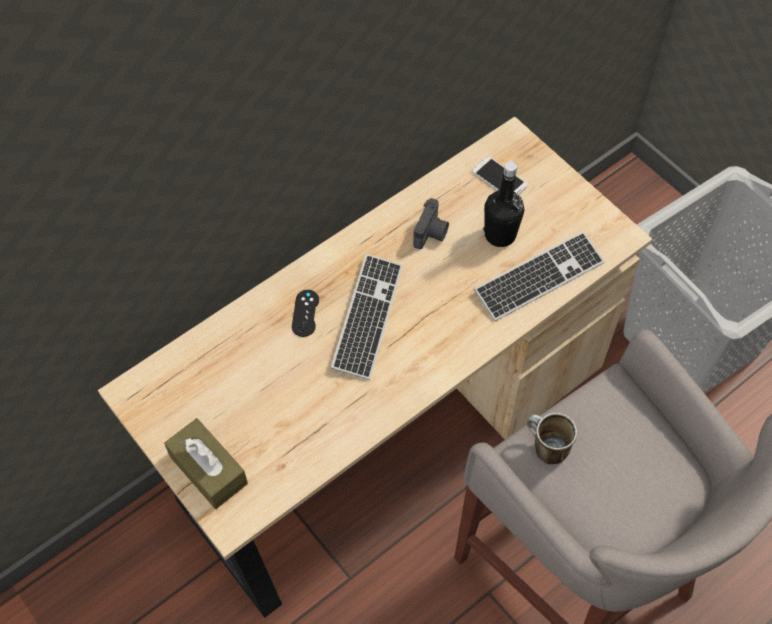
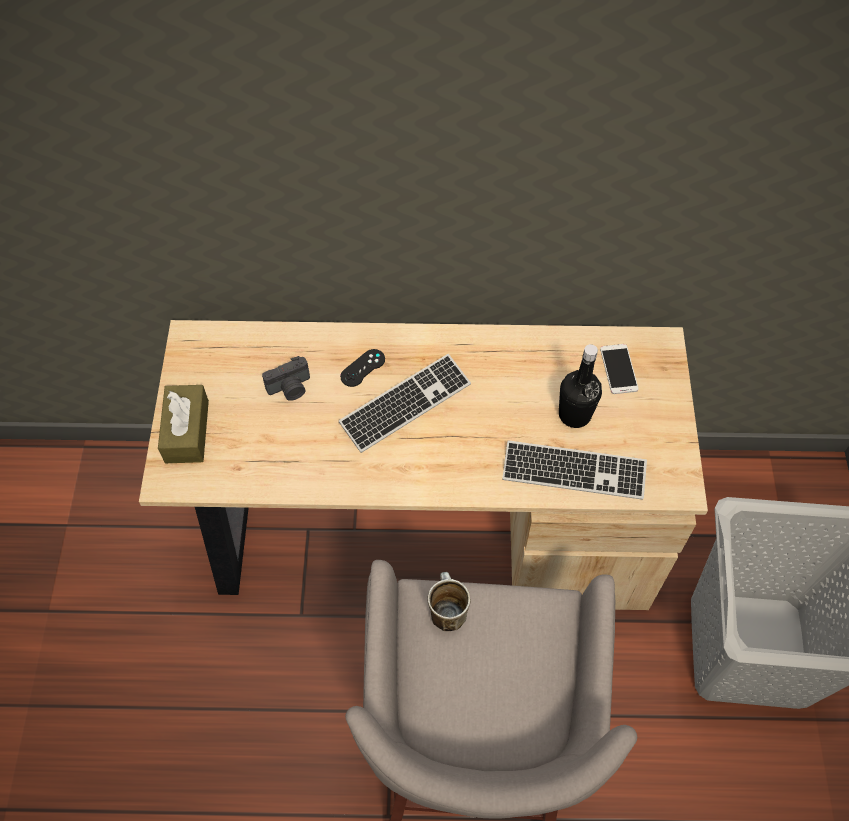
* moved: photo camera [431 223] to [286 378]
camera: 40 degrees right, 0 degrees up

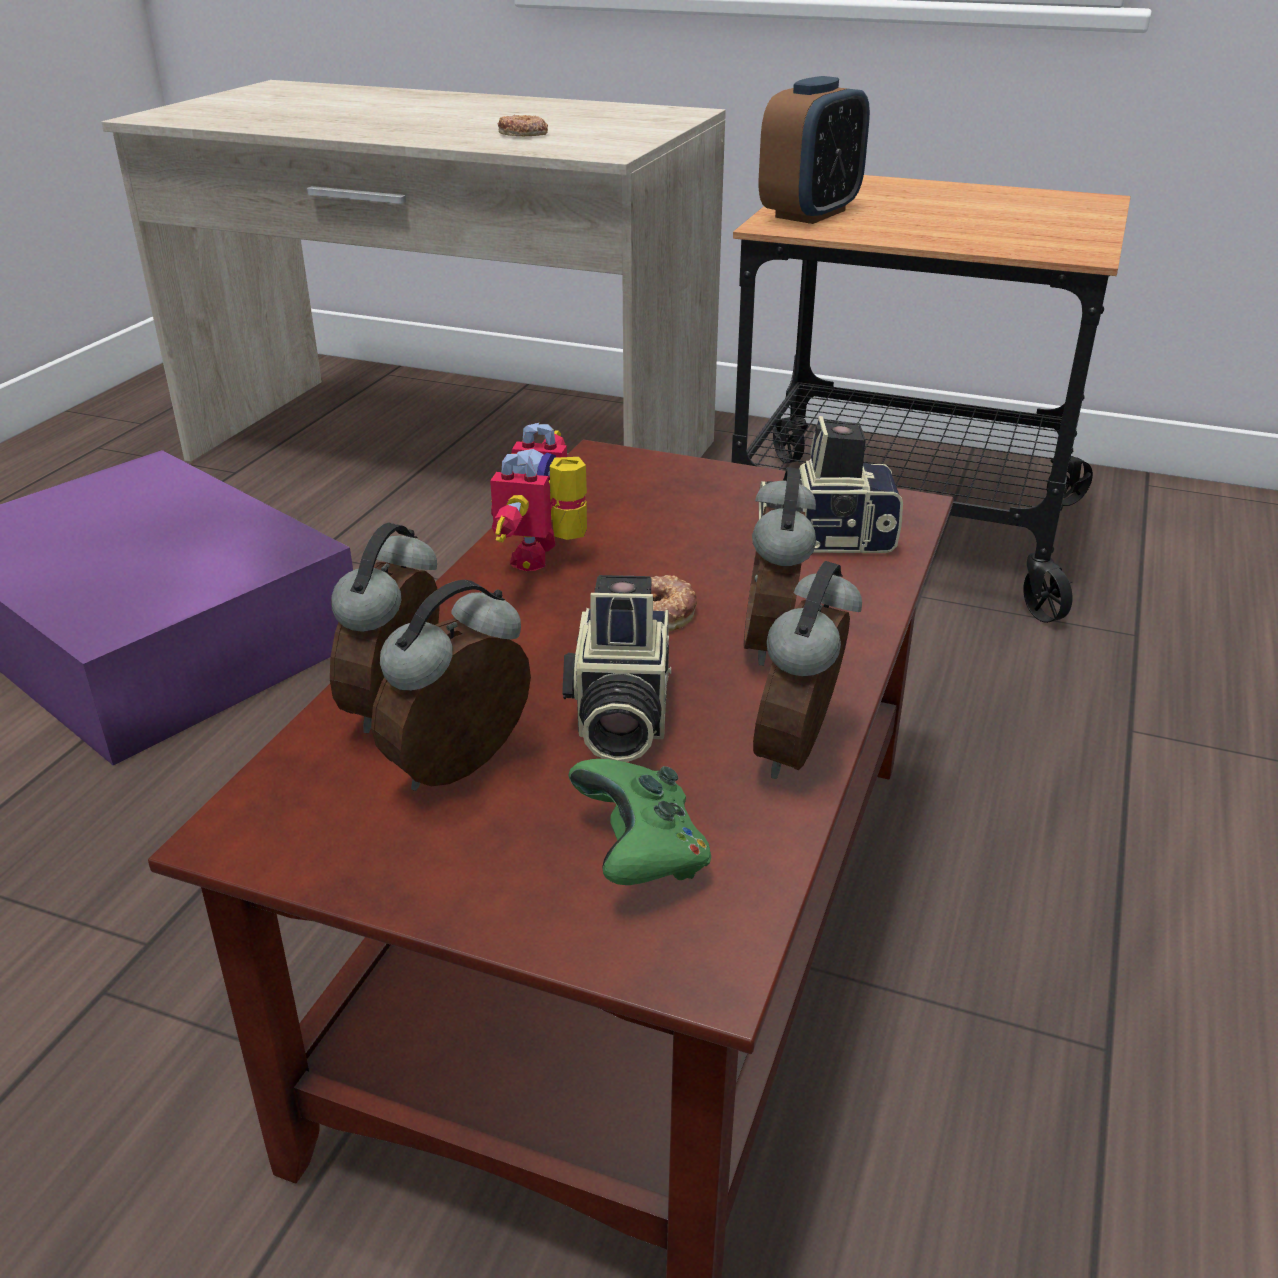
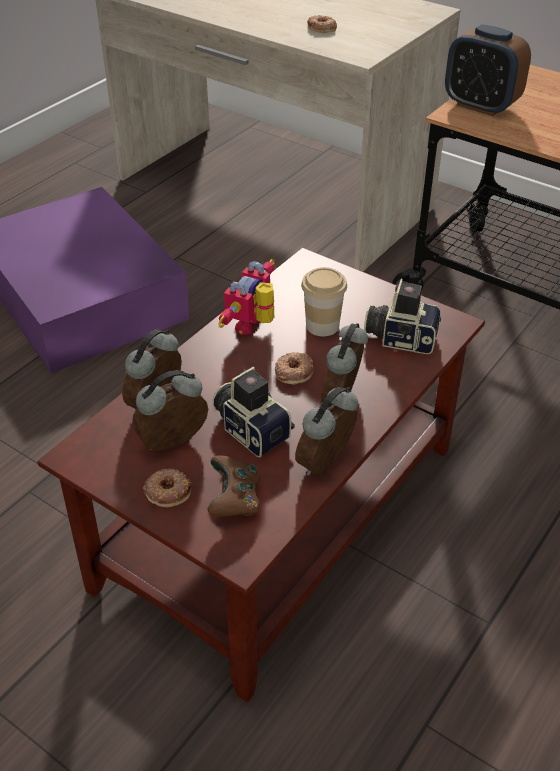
* turned: table clock [814 150] = [488 70] 75 degrees clockwise
* turned: photo camera [616 668] = [253 412] 120 degrees clockwise
* recoloured: joypad (green-coloured) [639 822] to joypad (brown) [233 486]
* added: small cup [324 301]
* added: doughnut [167 487]
camera: 15 degrees right, 10 degrees up

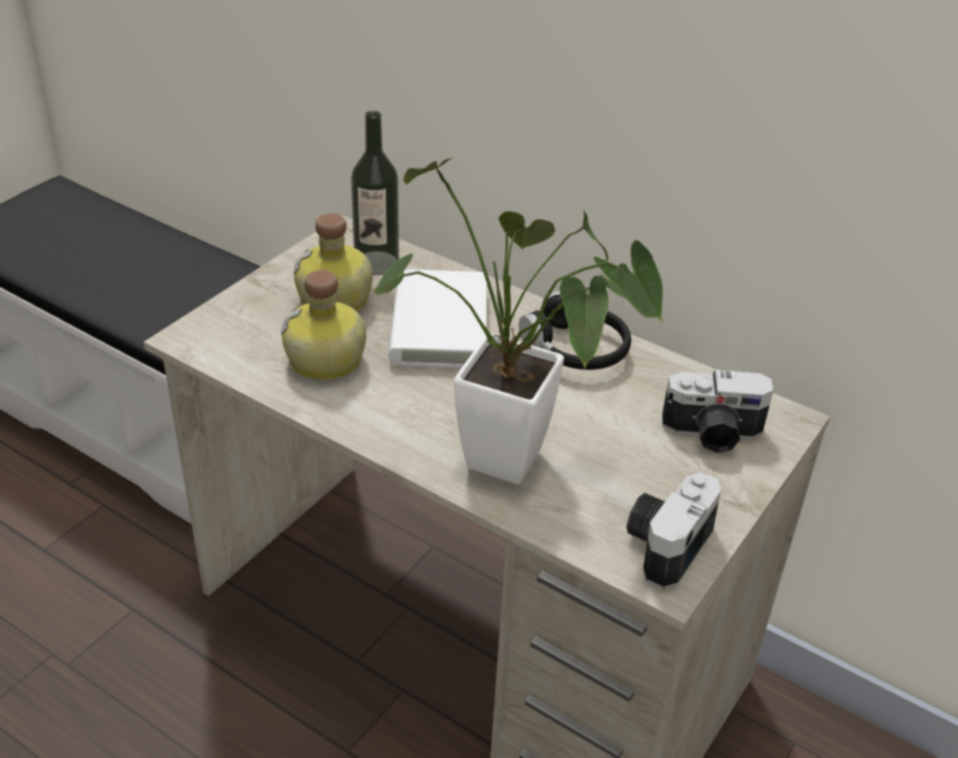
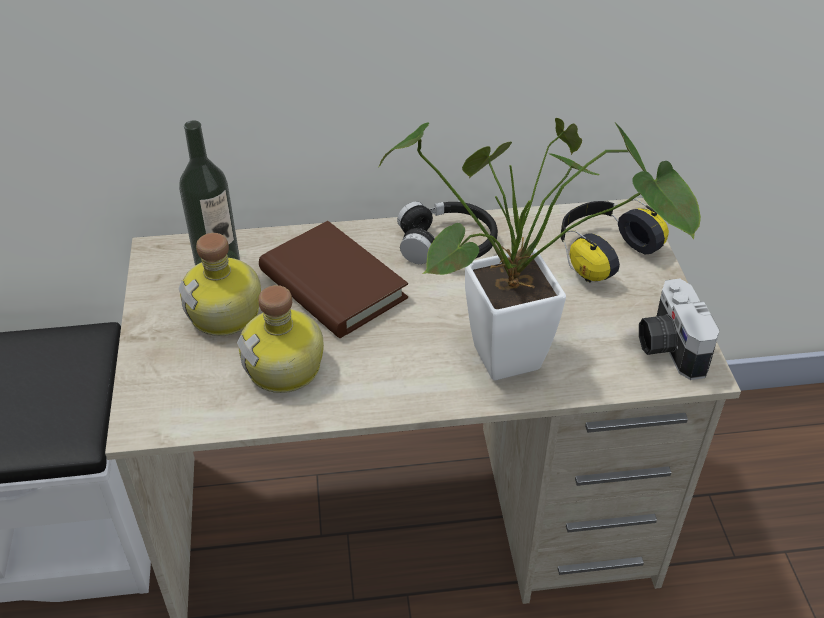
* recoloured: book (whitish) [437 318] to book (brown) [333 279]
* replaced: photo camera [718 411] to pair of headphones [615 241]
camera: 40 degrees left, 5 degrees up

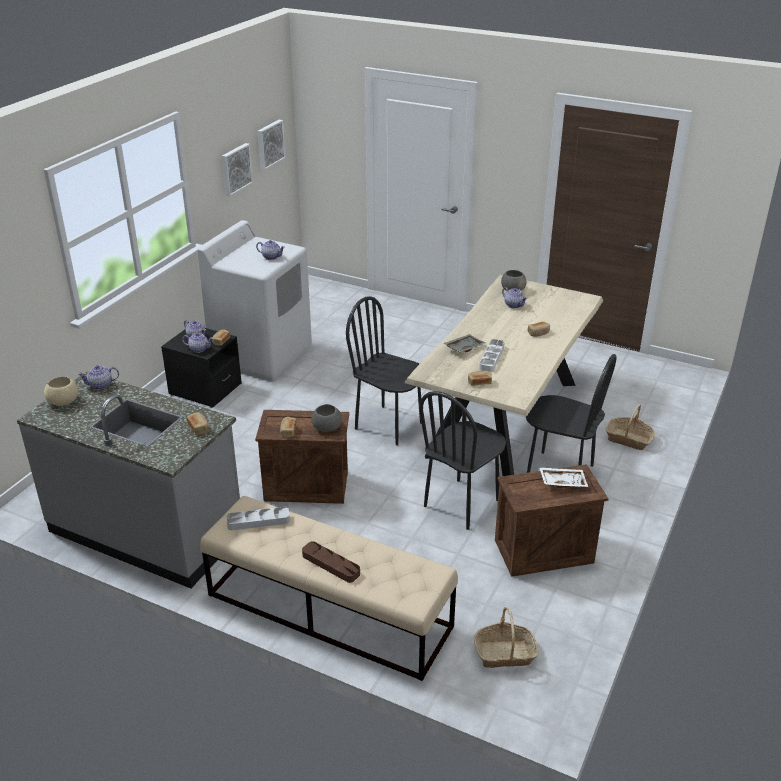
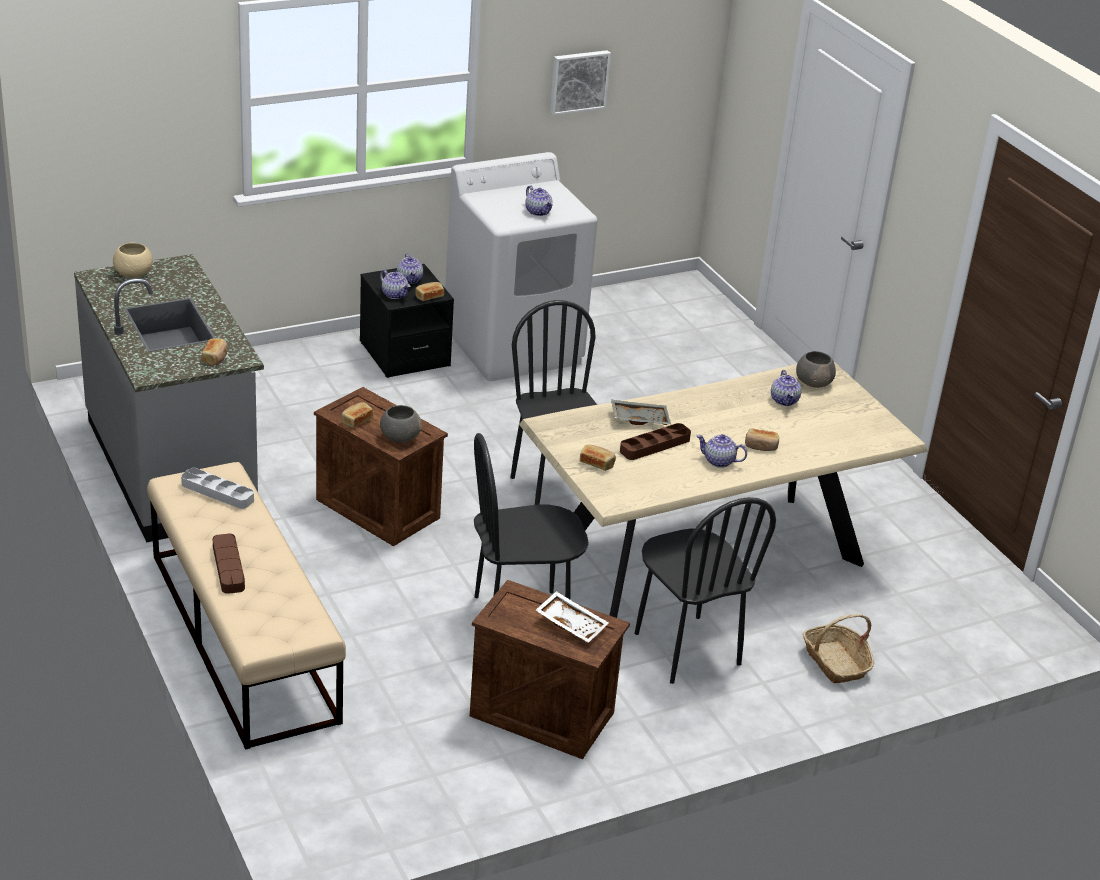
* removed: wall art [272 145]
* recoloured: carrying tray (whitish) [492 355] to carrying tray (brown) [655 441]
* moved: tea pot [98 377] to [722 451]
* removed: storage basket [506 637]
camera: 35 degrees right, 0 degrees up

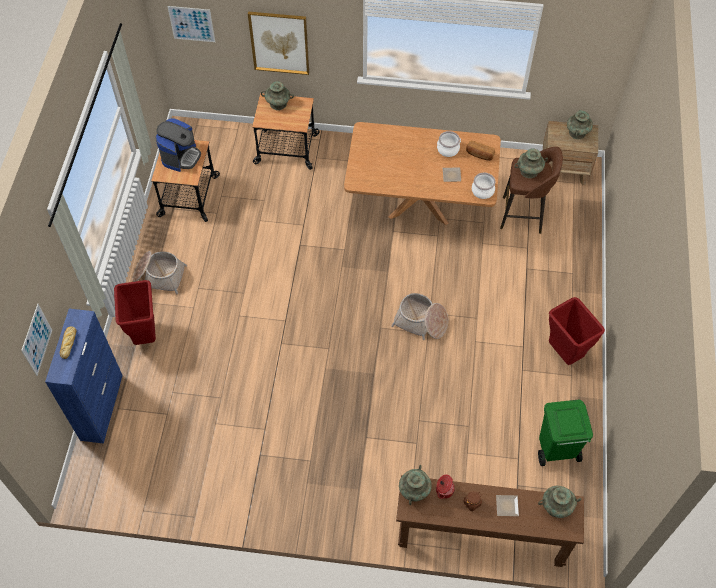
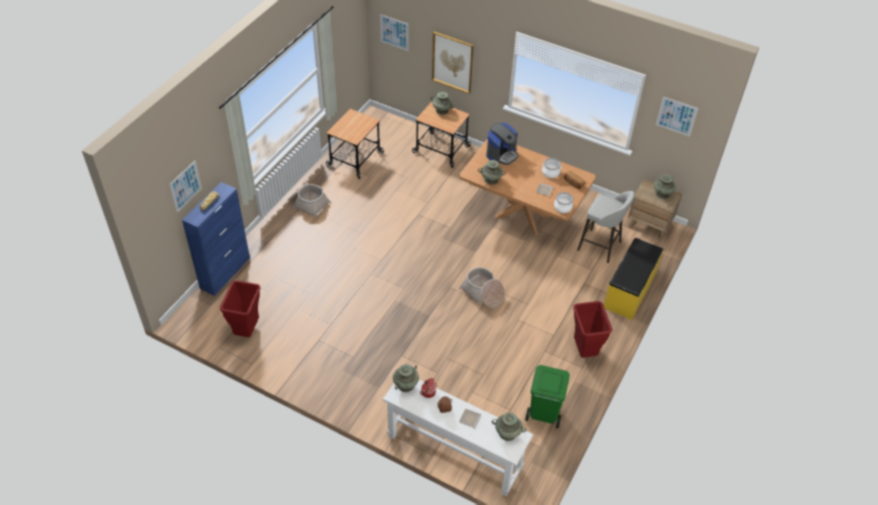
* moved: coffee maker [178 145] to [502 144]
* recoloured: stool (brown) [531 190] to stool (grey) [605 227]
* moved: decorative vase (turquoise) [531 163] to [492 172]
* moved: trash can (red-coloured) [135 312] to [240 308]
* recoloured: hall table (brown) [490 521] to hall table (whitish) [458 438]
* added: wall art [677 117]
* added: indoor bench (yellow) [633 279]
camera: 20 degrees right, 10 degrees down

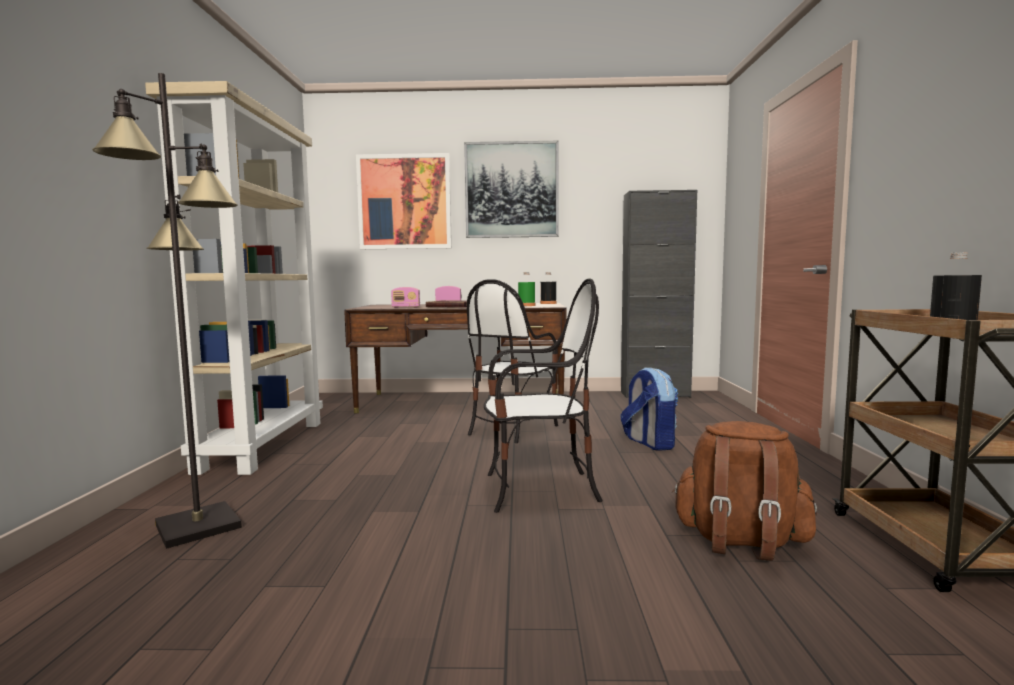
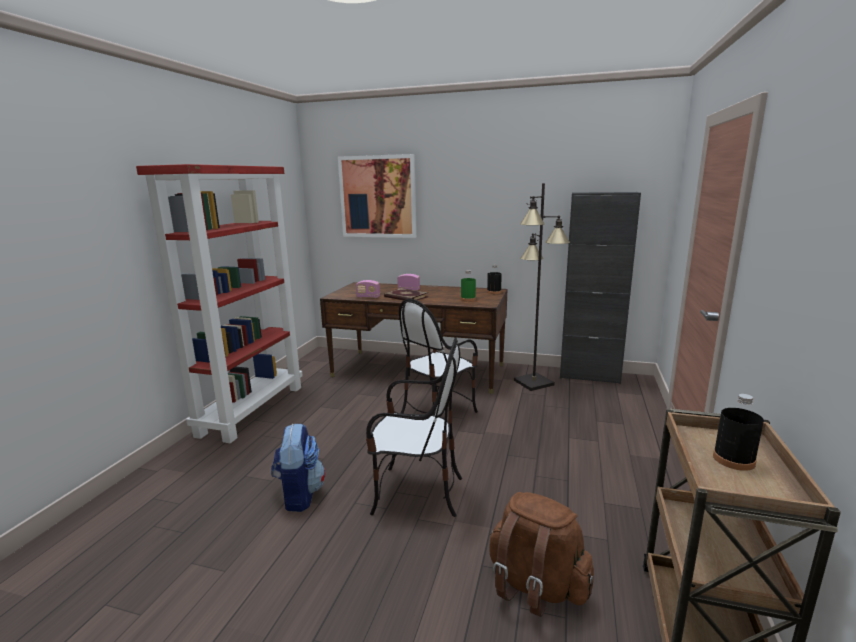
* moved: standard lamp (blackish) [167 311] to [542 287]
* recoloured: bookcase (beige-coloured) [234 278] to bookcase (red-coloured) [219 303]
* removed: wall art [511 189]
* moved: knapsack [649 409] to [298 468]
camera: 15 degrees right, 10 degrees up

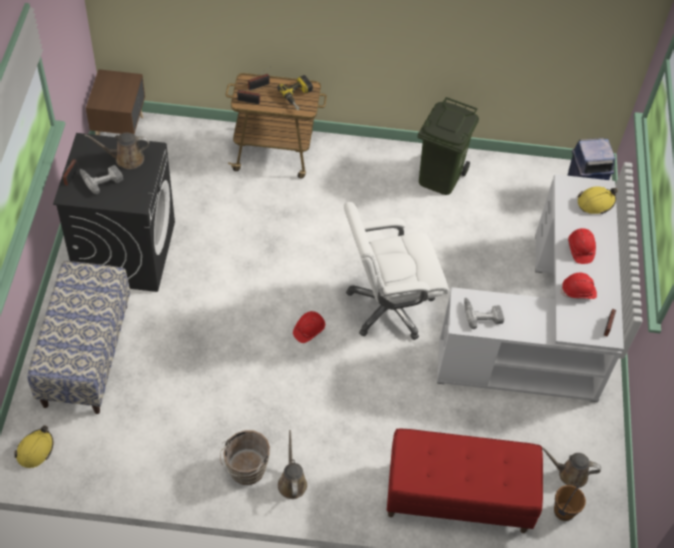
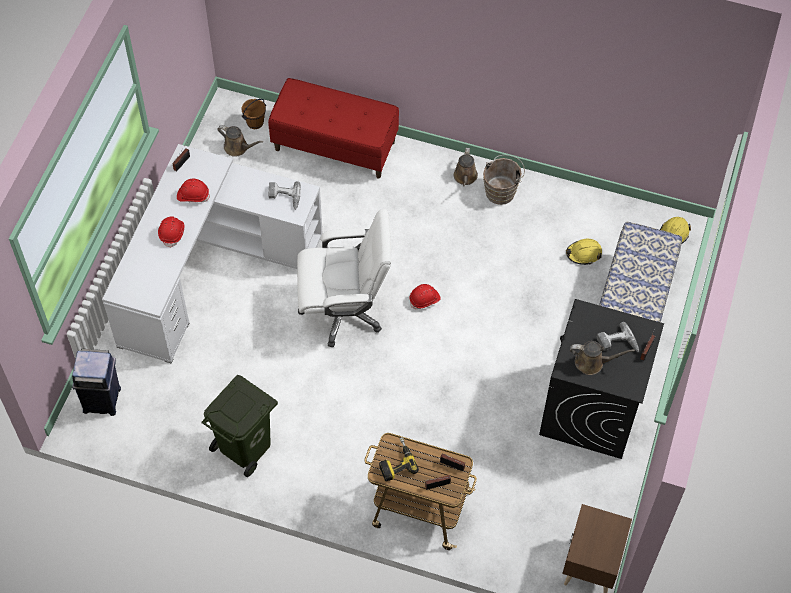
* moved: hard hat (yellow) [597 200] to [584 252]
camera: 165 degrees left, 5 degrees up

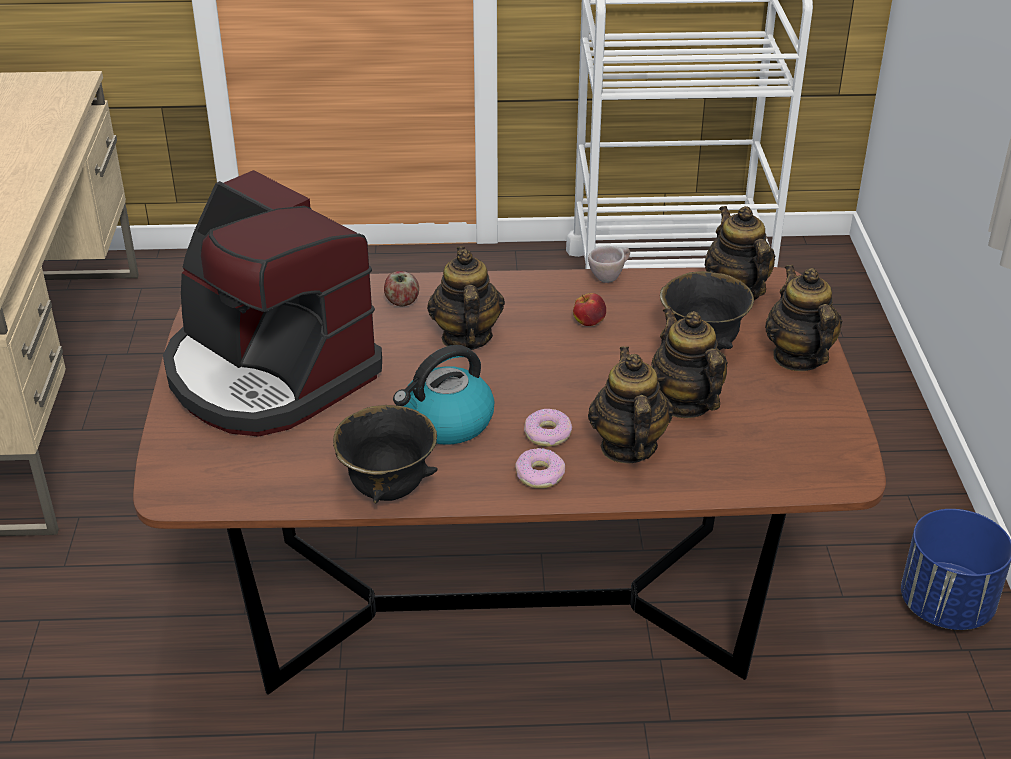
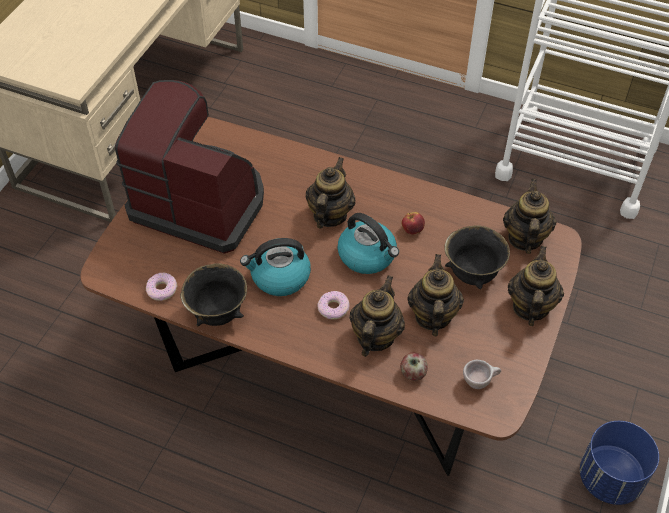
* turned: coffee maker [272 303] = [189 166] 135 degrees clockwise
* moved: small cup (beige-coloured) [609 264] to [482 374]
* moved: apple [401 288] to [414 366]
* moved: doughnut [540 468] to [162 287]
* added: tea kettle [368 243]
camera: 25 degrees right, 15 degrees up

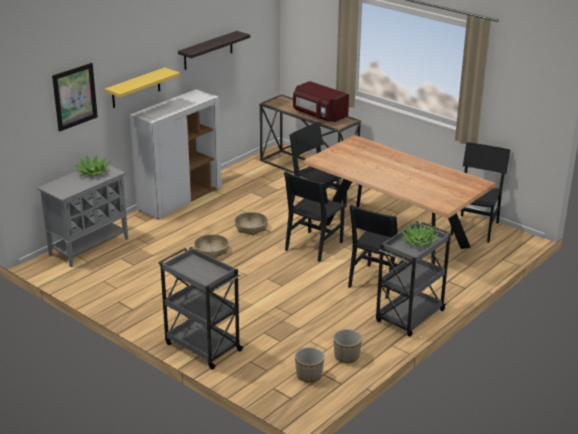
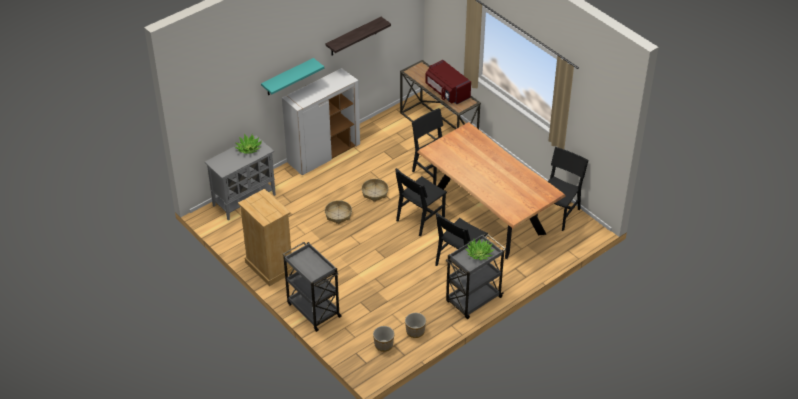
* removed: wall art [75 97]
* recoloured: bracket shelf (yellow) [142 87] to bracket shelf (turquoise) [292 76]
* added: chest of drawers (beige-coloured) [266 237]
camera: 10 degrees right, 15 degrees up

